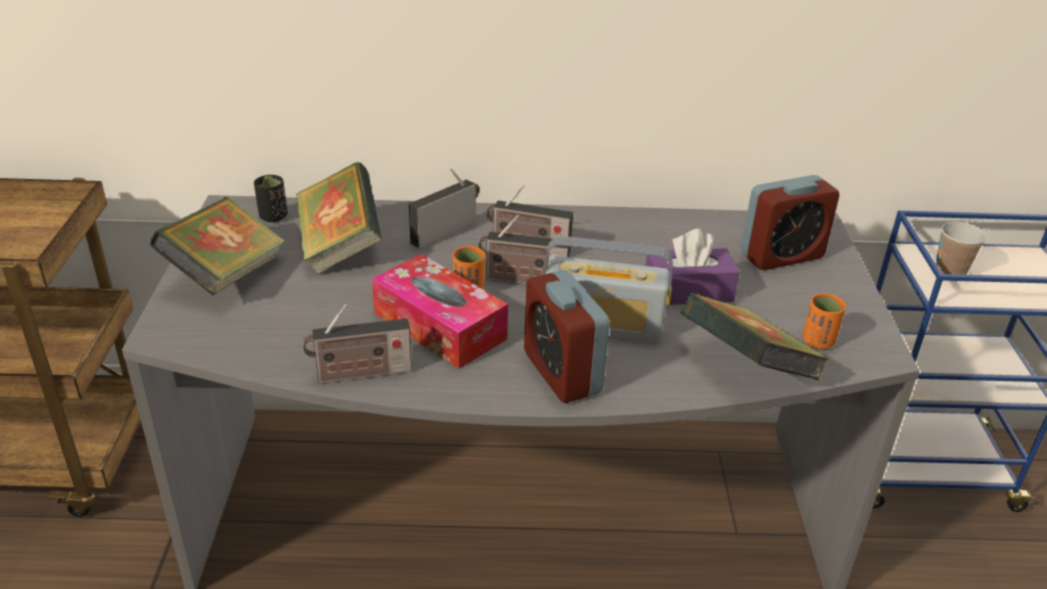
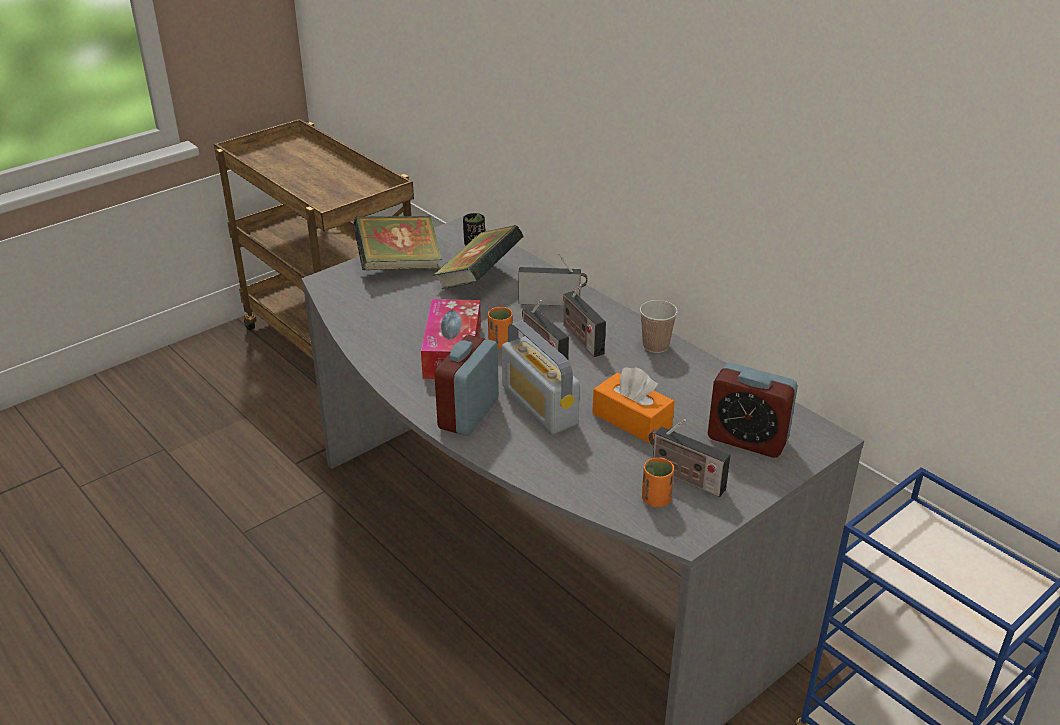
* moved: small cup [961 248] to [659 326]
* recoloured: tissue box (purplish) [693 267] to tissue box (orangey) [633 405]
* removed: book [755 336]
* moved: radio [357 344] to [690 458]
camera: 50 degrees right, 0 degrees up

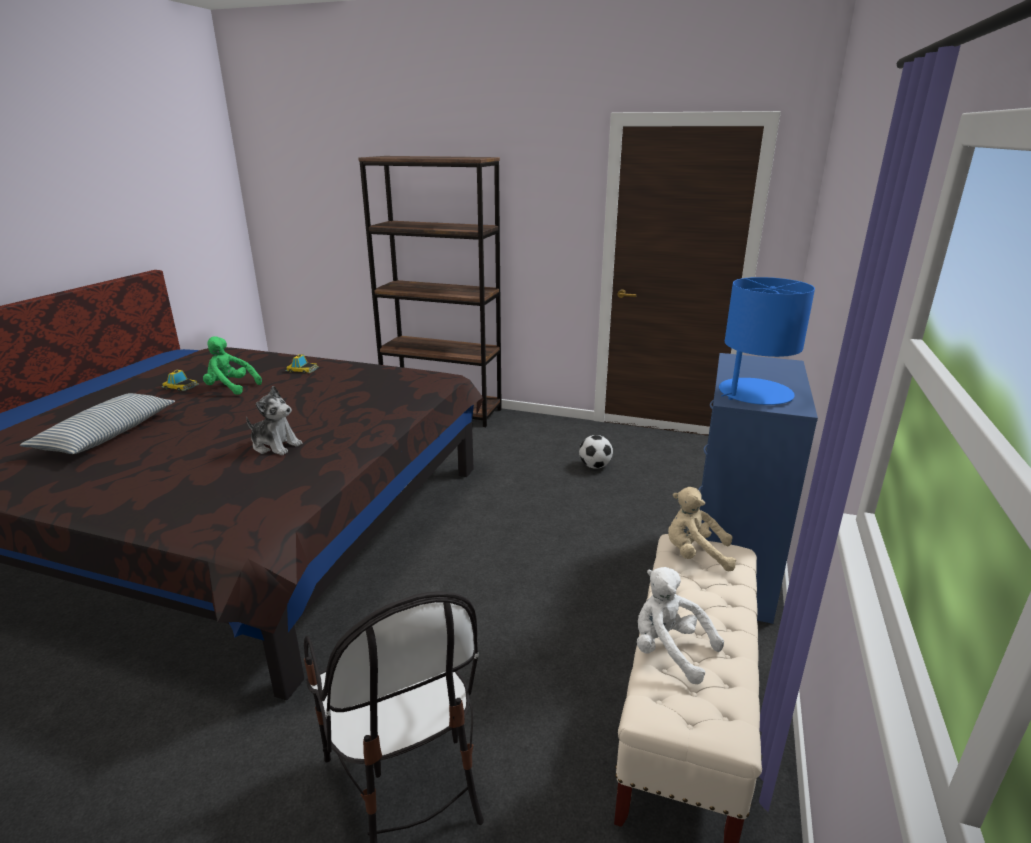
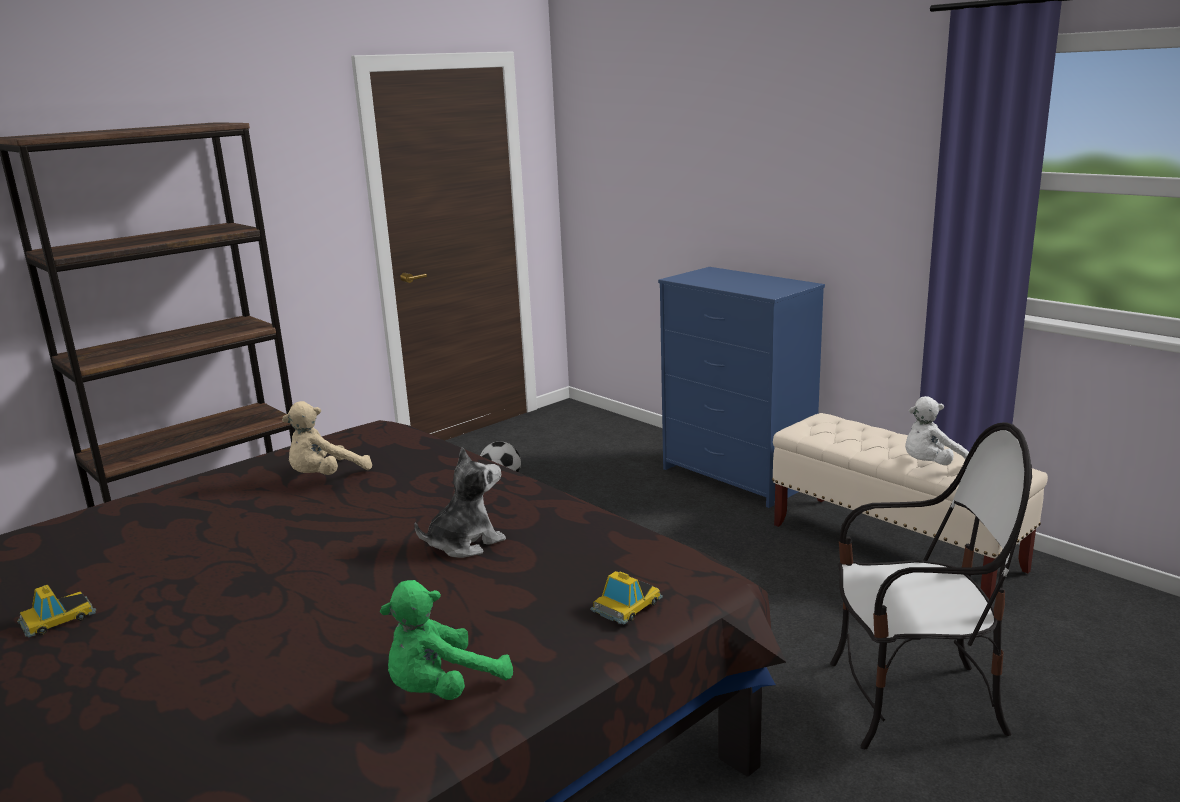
* removed: table lamp (blue-coloured) [767 341]
* moved: plush toy (green-coloured) [232 365] to [446 640]
* moved: model car [302 364] to [626 597]
* removed: throw pillow [97 423]
* moved: plush toy (beige-coloured) [702 529] to [327 438]
camera: 60 degrees left, 5 degrees down

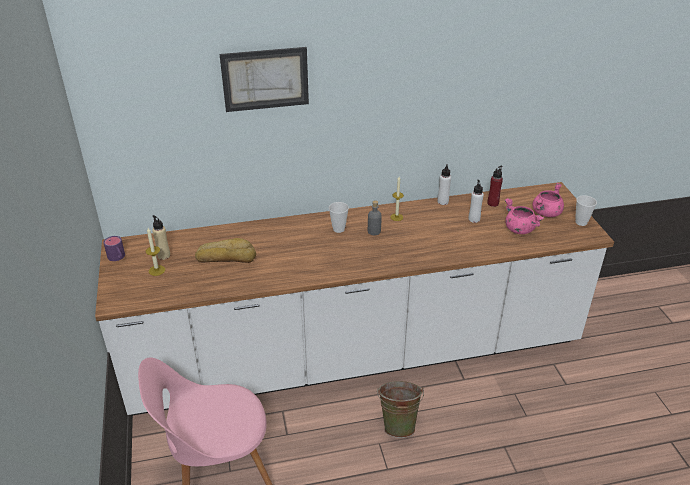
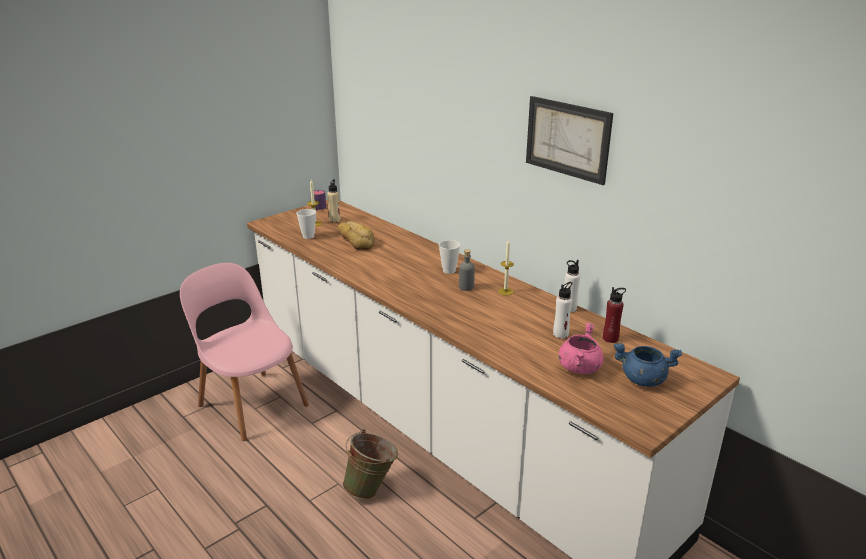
* moved: wall art [264 79] to [569 140]
* recoloured: stockpot (pink) [548 200] to stockpot (blue-coloured) [647 365]
* moved: small cup [586 210] to [306 224]
camera: 60 degrees right, 10 degrees down

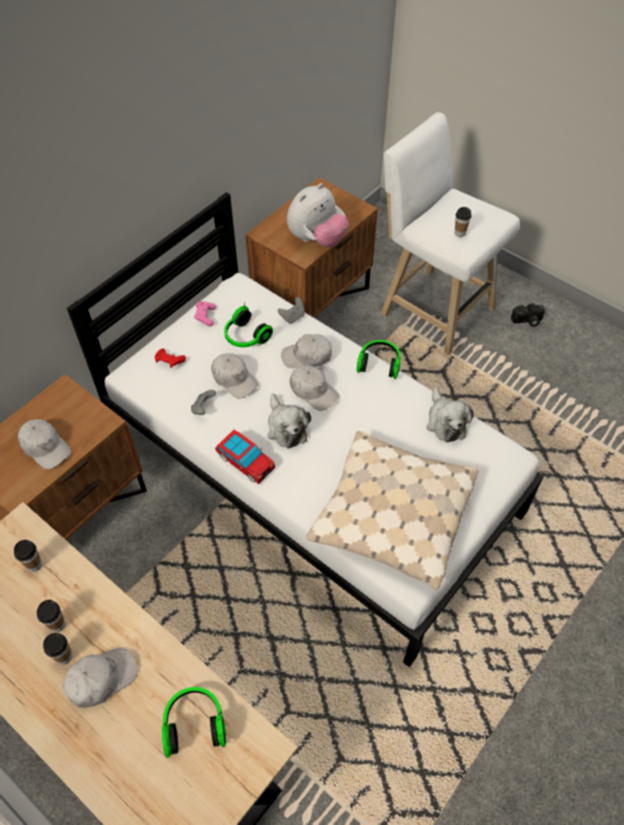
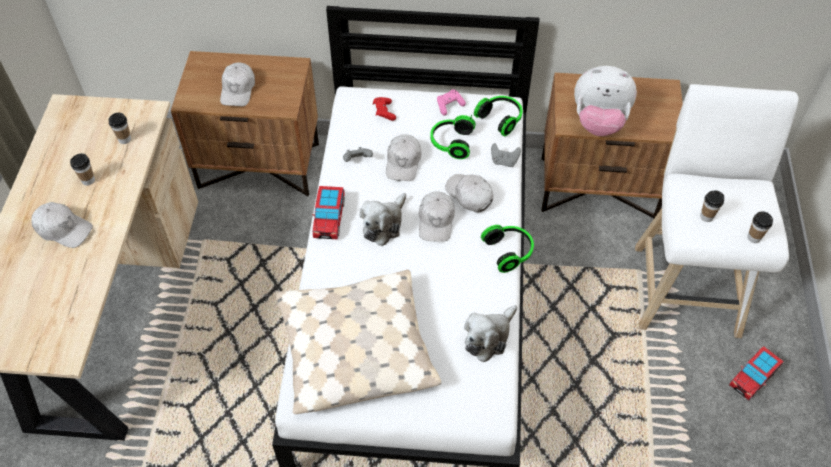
* replaced: photo camera [528 315] to model car [756 373]
* moved: small cup [58 649] to [760 227]
* moved: pair of headphones [194 722] to [498 116]
camera: 55 degrees right, 0 degrees up

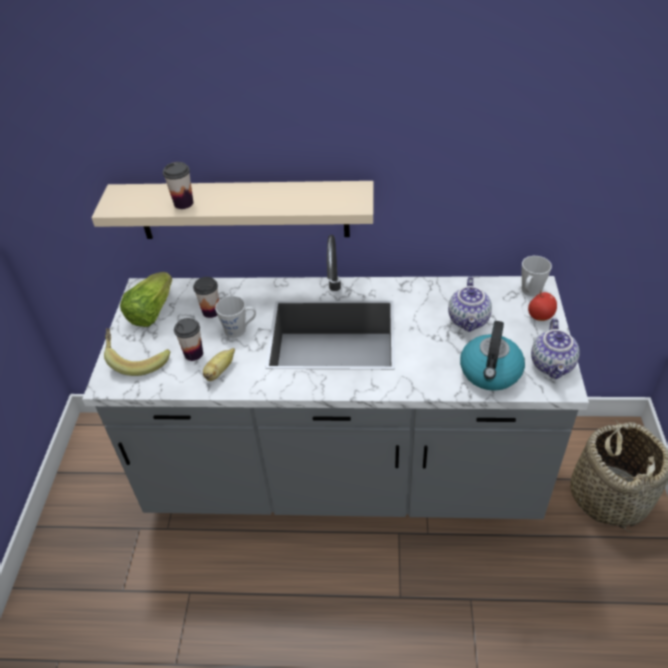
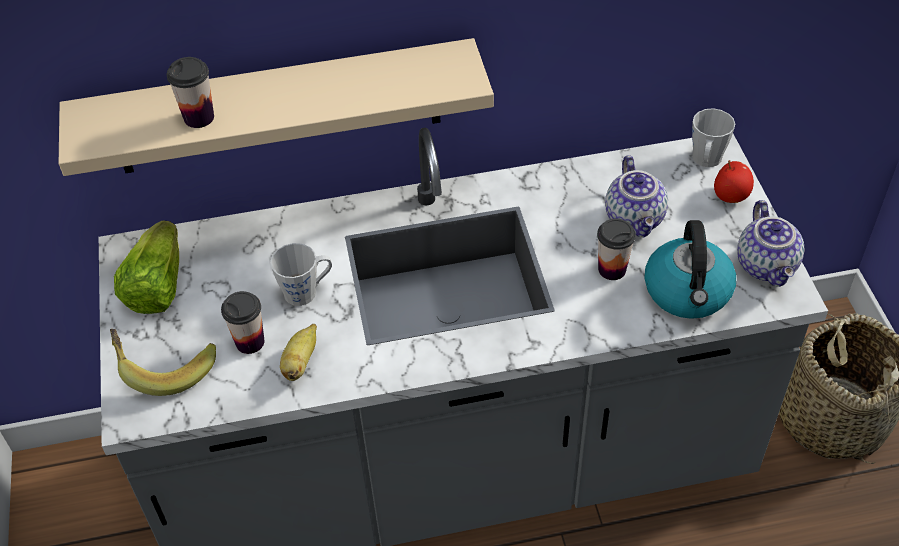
* moved: small cup [206 297] to [616 249]
camera: 15 degrees left, 5 degrees up

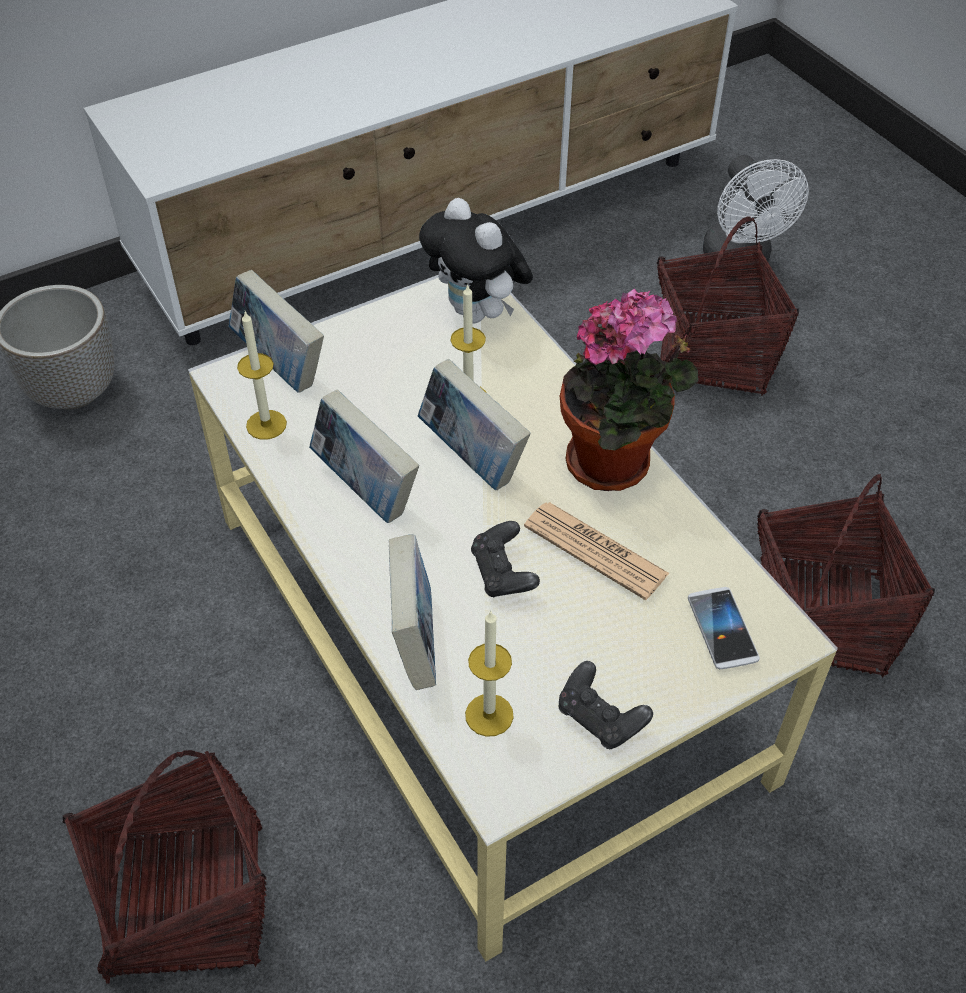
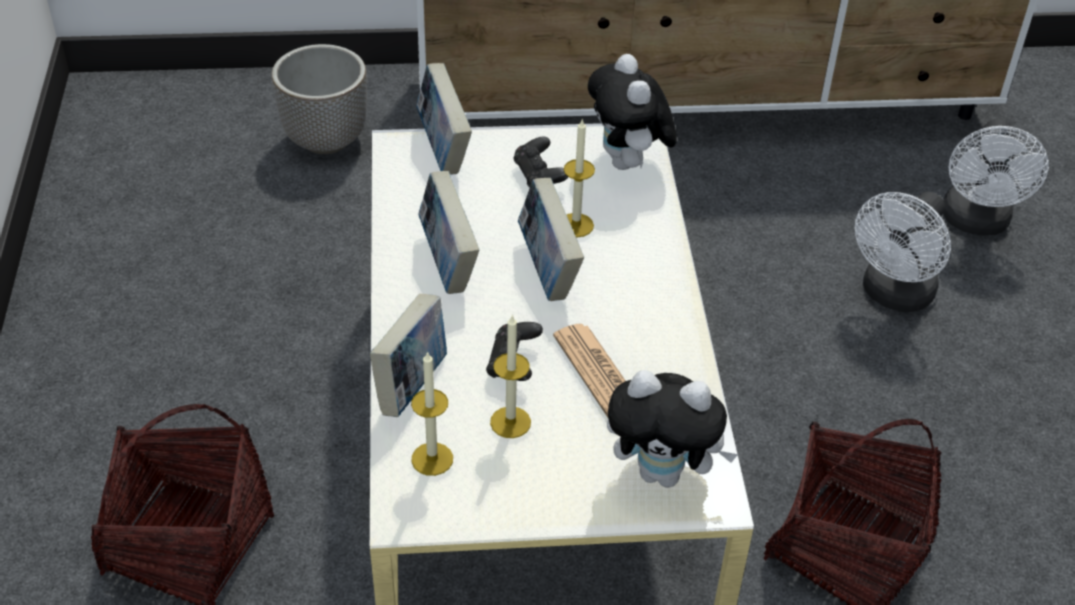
* replaced: storage basket [727 306] to fan (whitish) [903 252]
* removed: houseplant [629 390]
* moved: wax light [262 375] to [510 376]
* replaced: telephone [724 628] to plush toy [672 429]
* moved: joypad (blackish) [606 705] to [540 162]
camera: 25 degrees right, 5 degrees down

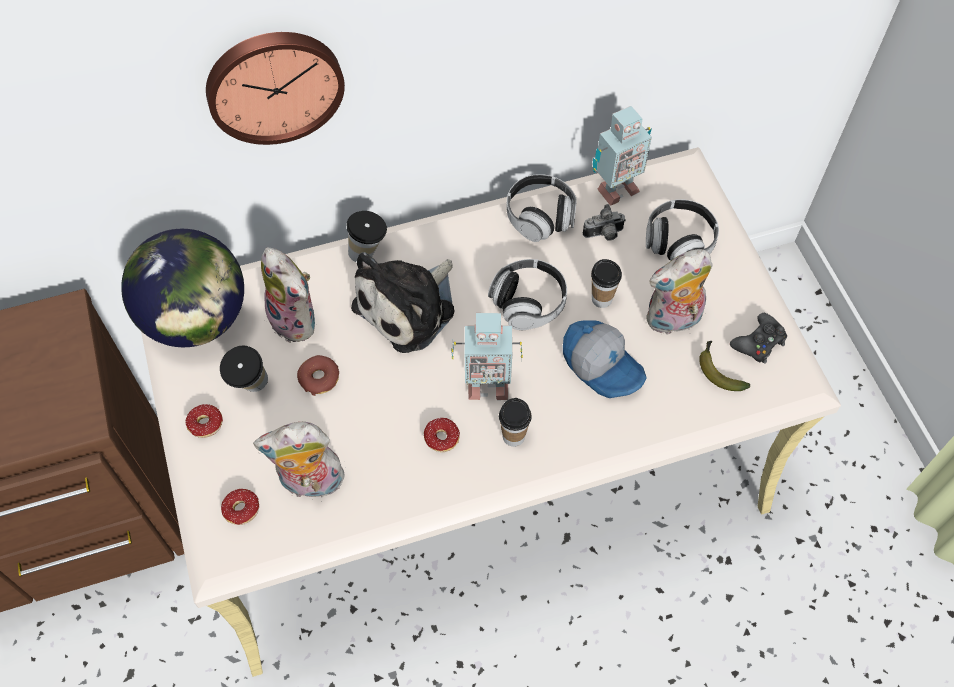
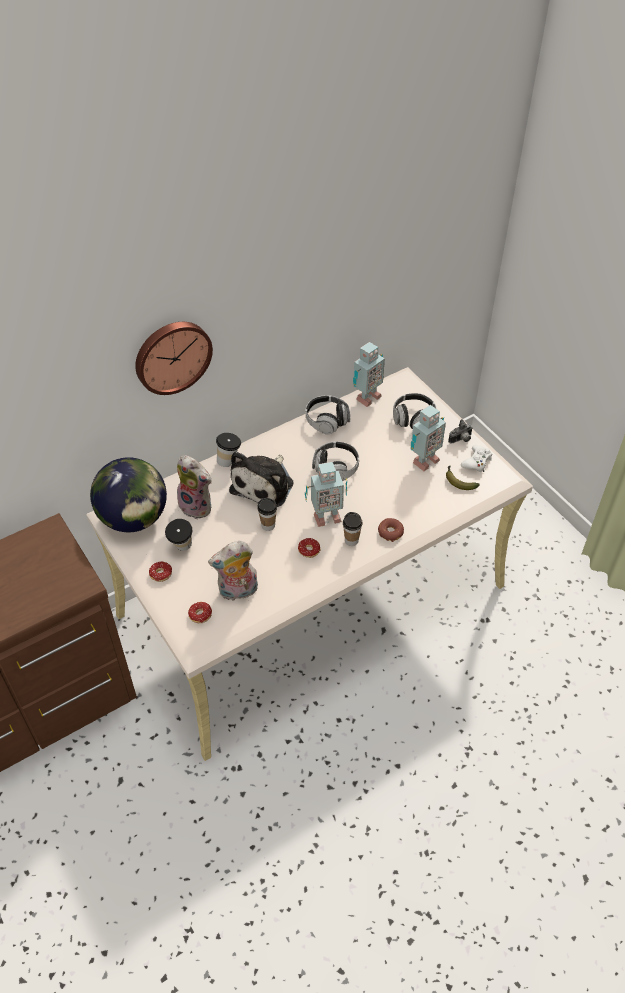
* moved: photo camera [604 222] to [460 431]
* replaced: plush toy [679 291] to robot figure [428 438]
* moved: small cup [606 283] to [267 514]
* recoloured: joypad (blackish) [758 338] to joypad (whitish) [476 458]
* removed: baseball cap [605 359]
* moved: doughnut [318 375] to [391 530]
camera: 15 degrees left, 10 degrees down

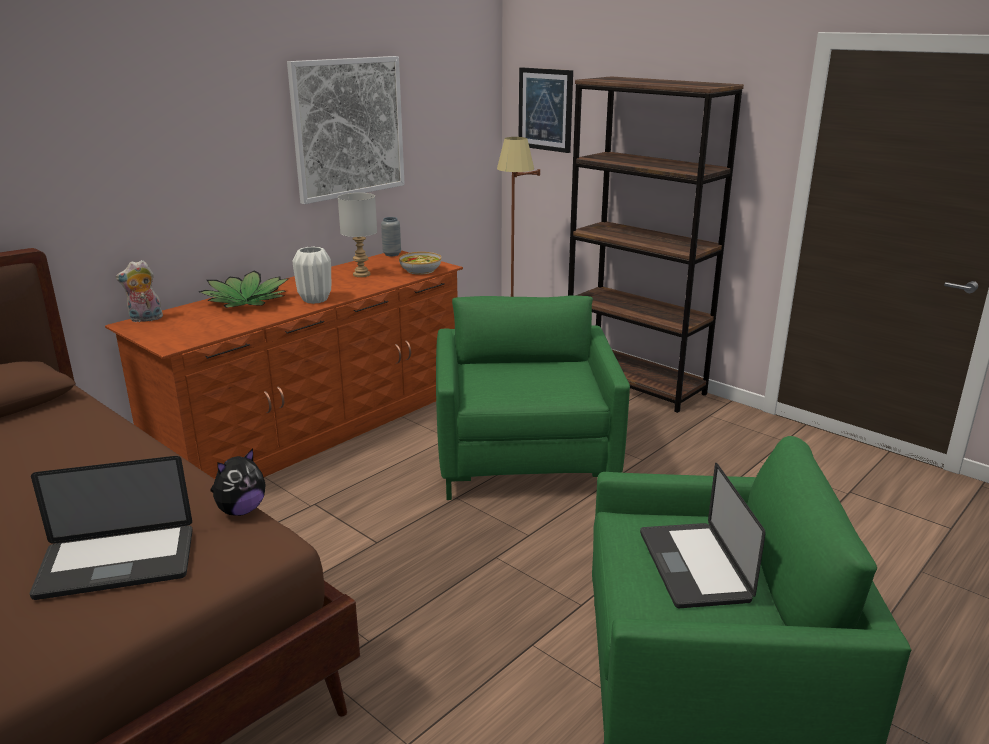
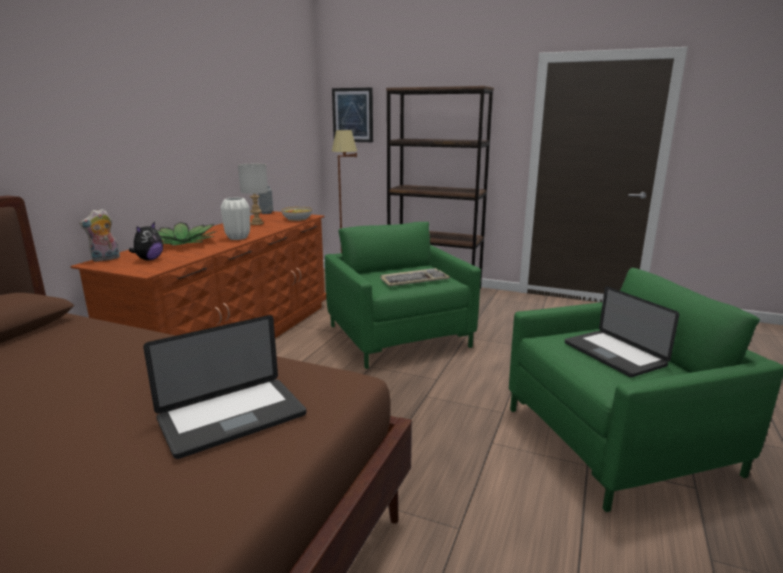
* removed: wall art [346 130]
* moved: plush toy [238 482] to [146 241]
* added: keyboard [415 277]
camera: 20 degrees left, 5 degrees down

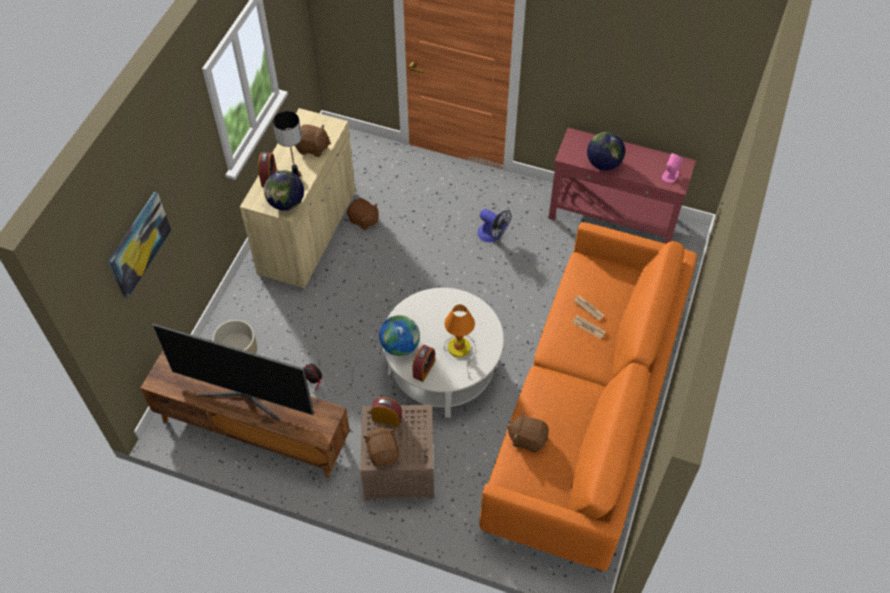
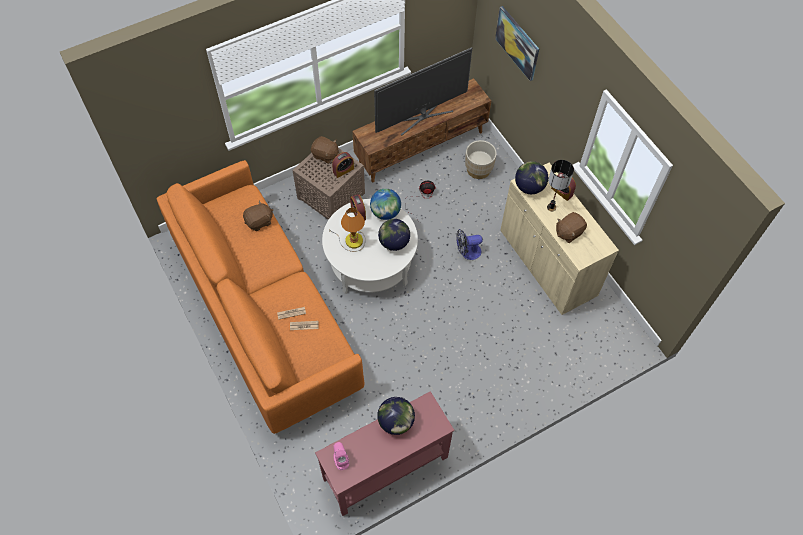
* removed: plush toy (brown) [363 214]
* moved: fan [494 226] to [469 244]
* added: globe [394 235]
camera: 130 degrees right, 5 degrees up

